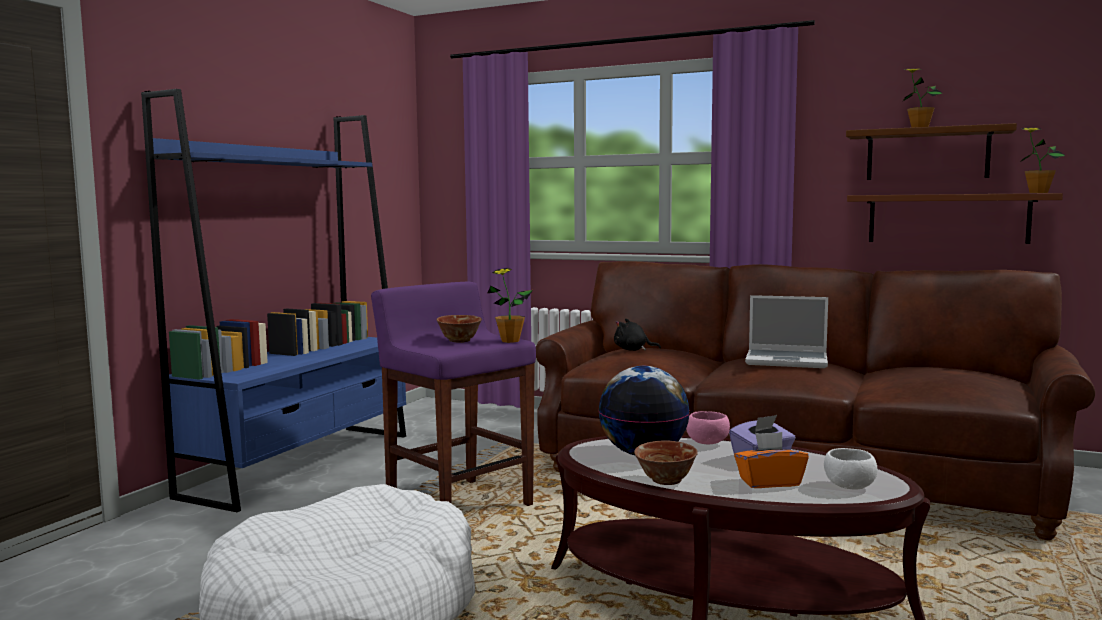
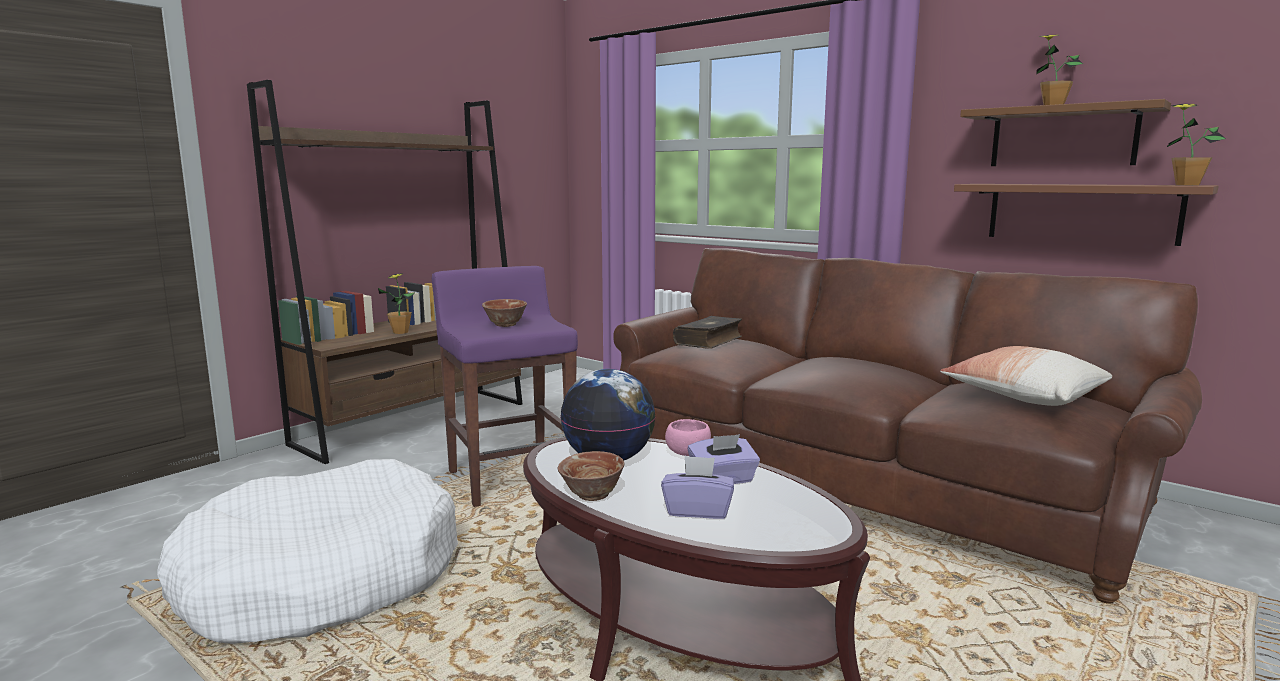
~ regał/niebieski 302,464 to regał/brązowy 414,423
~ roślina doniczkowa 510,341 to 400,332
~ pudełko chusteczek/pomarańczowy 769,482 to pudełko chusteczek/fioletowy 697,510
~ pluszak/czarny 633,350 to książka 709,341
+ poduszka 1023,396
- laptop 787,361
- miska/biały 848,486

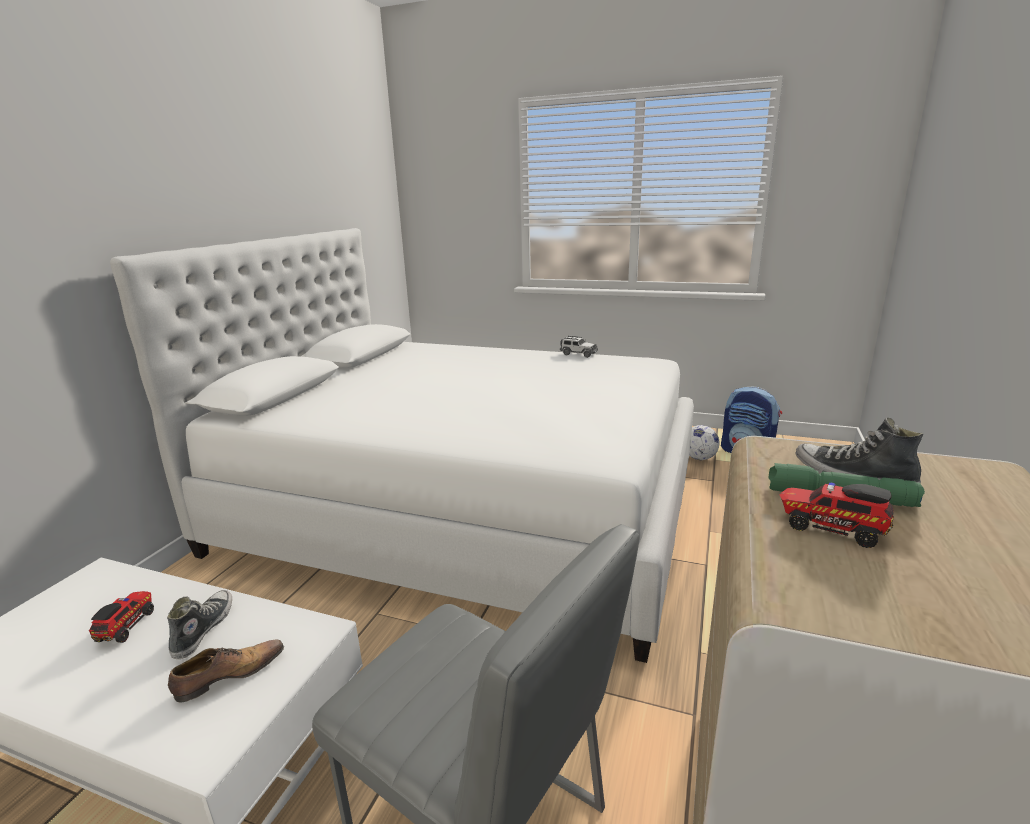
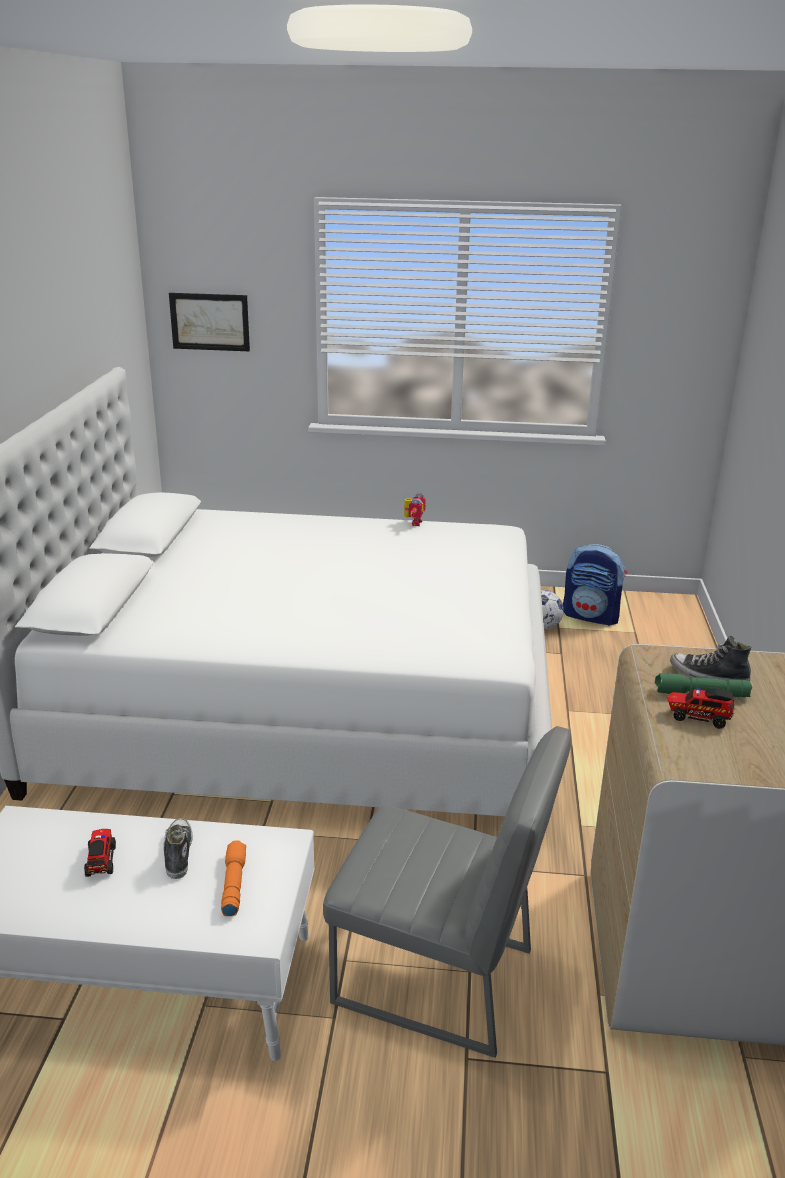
+ obraz 210,322
~ but 228,676 to latarka/pomarańczowy 233,884
~ samochodzik 578,354 to robot zabawkowy 413,523

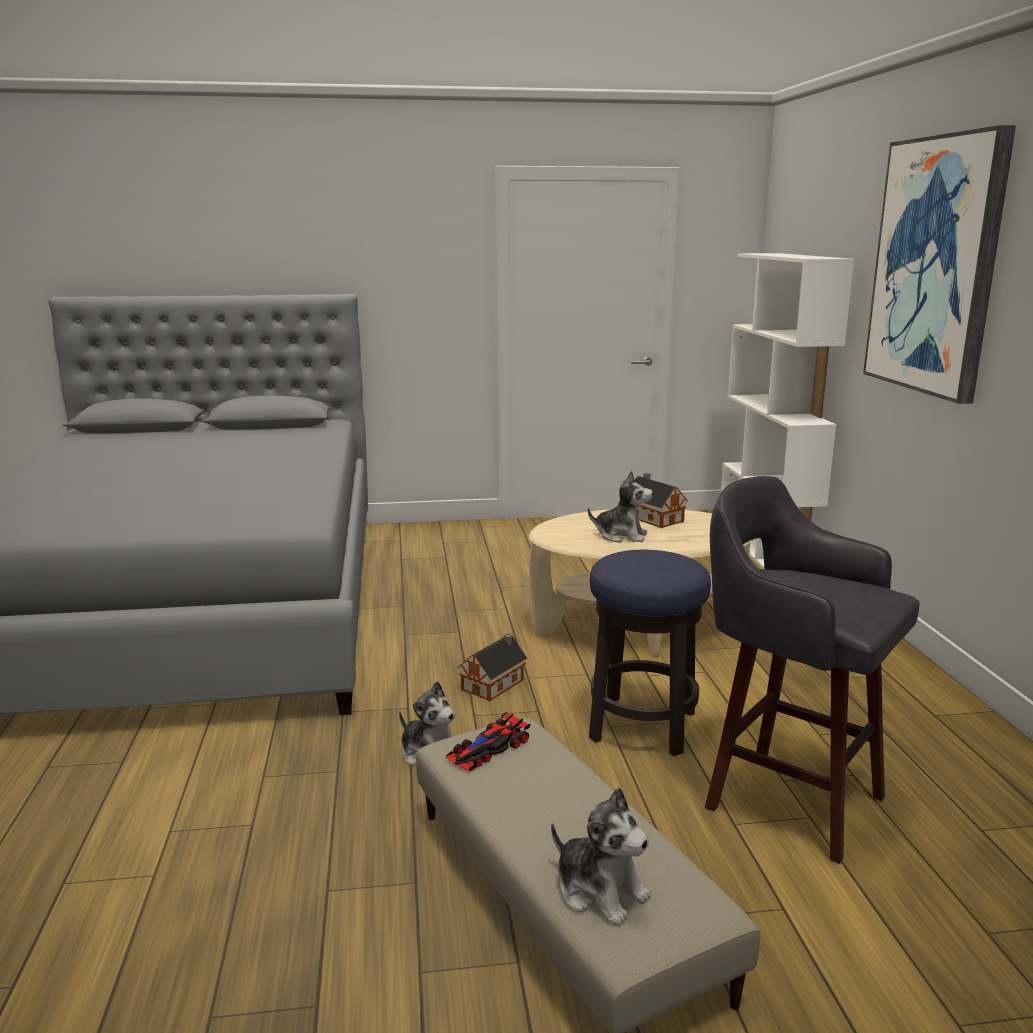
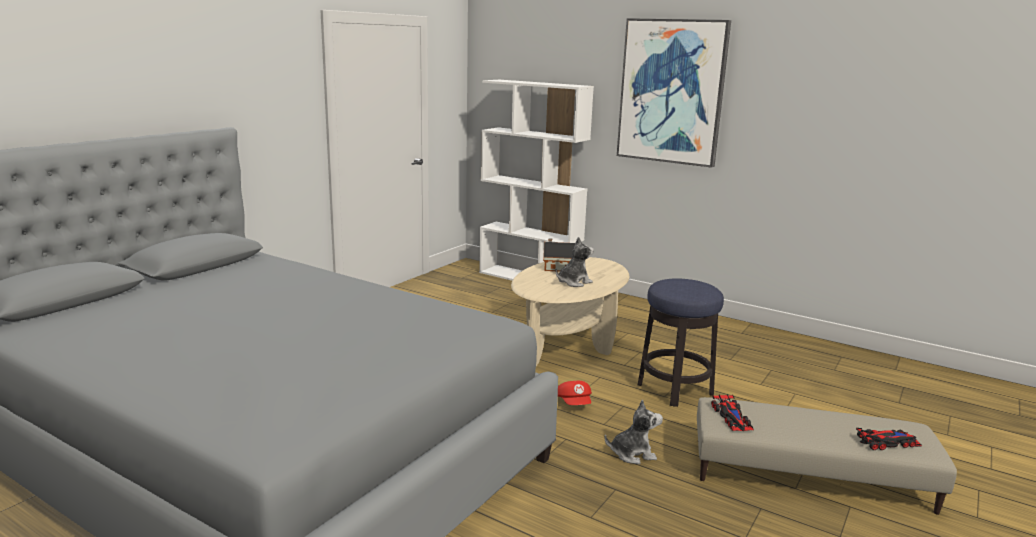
~ domek 494,684 to czapka z daszkiem/czerwony 574,403
~ pluszak 600,891 to samochodzik 887,442
- stołek/szary 787,799

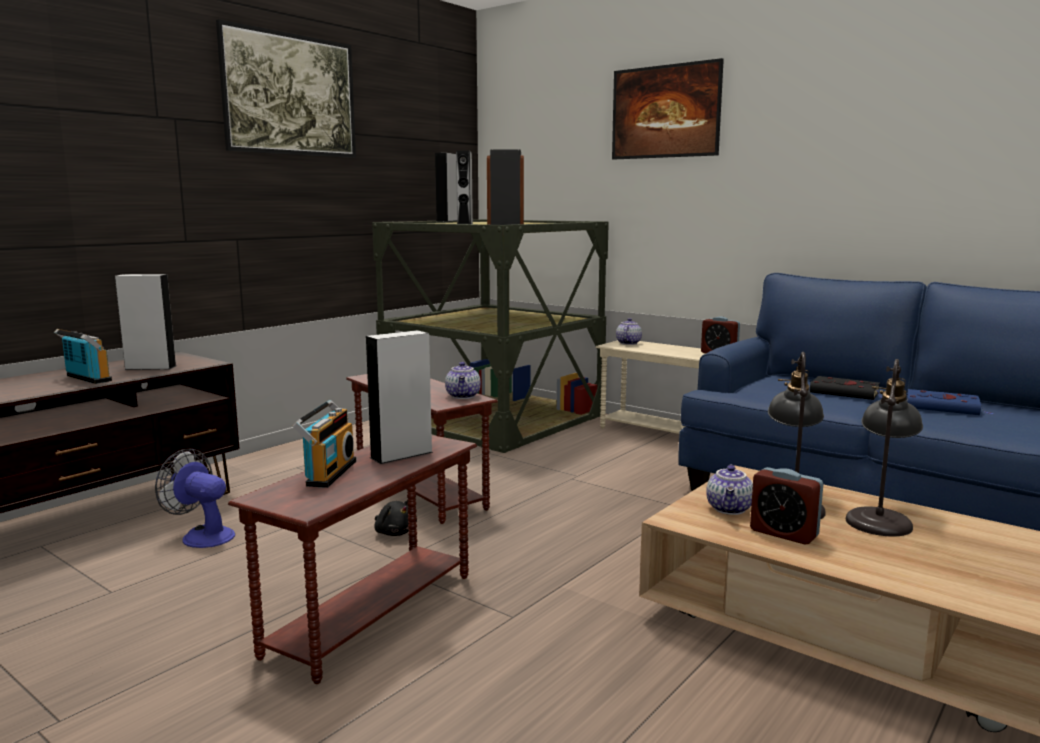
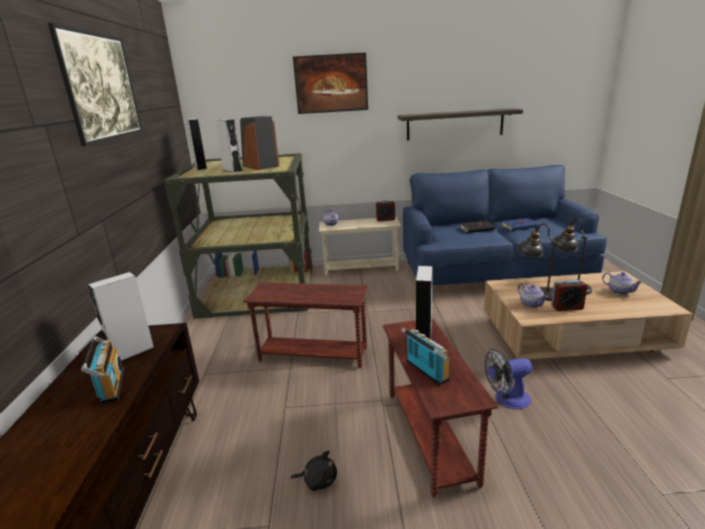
~ radio 85,379 = 110,386 75 degrees clockwise
~ pluszak/czarny 395,532 to 318,480
+ półka 455,124
~ wentylator 202,535 to 507,399
~ imbryk 464,396 to 620,291

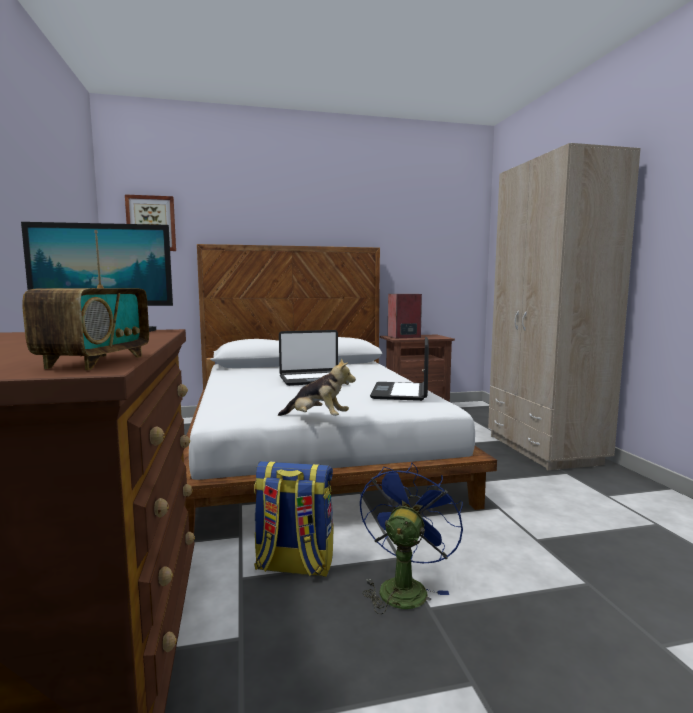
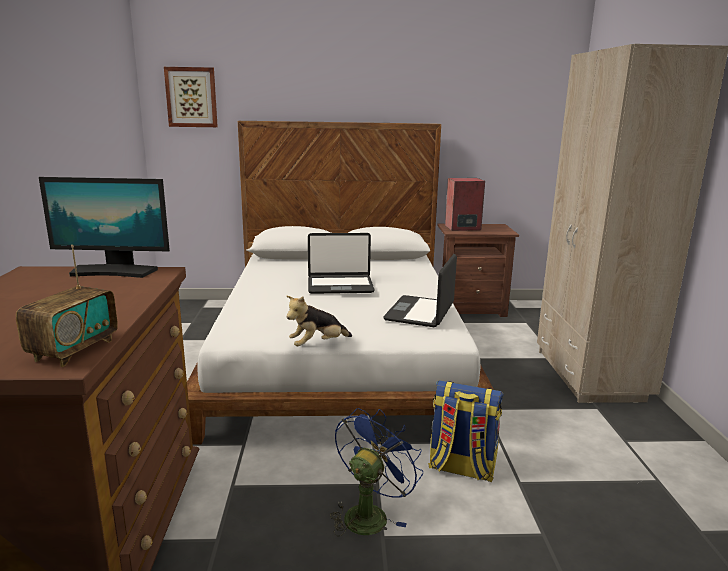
~ pluszak 317,418 = 317,345 120 degrees clockwise
~ plecak 294,565 to 461,468

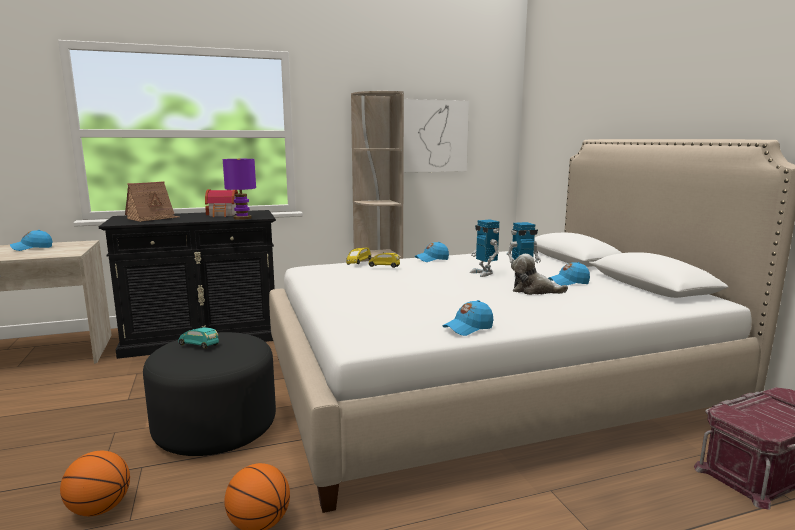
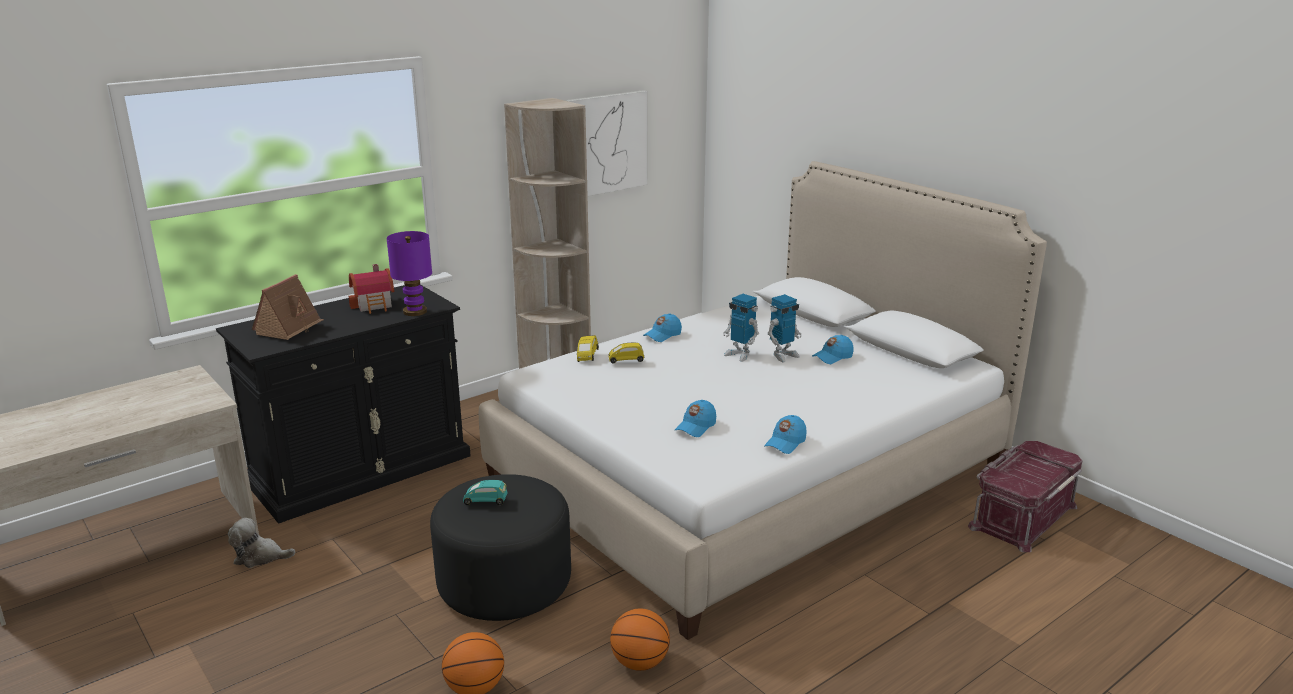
~ pluszak 534,291 to 260,557
~ czapka z daszkiem/niebieski 32,248 to 695,427

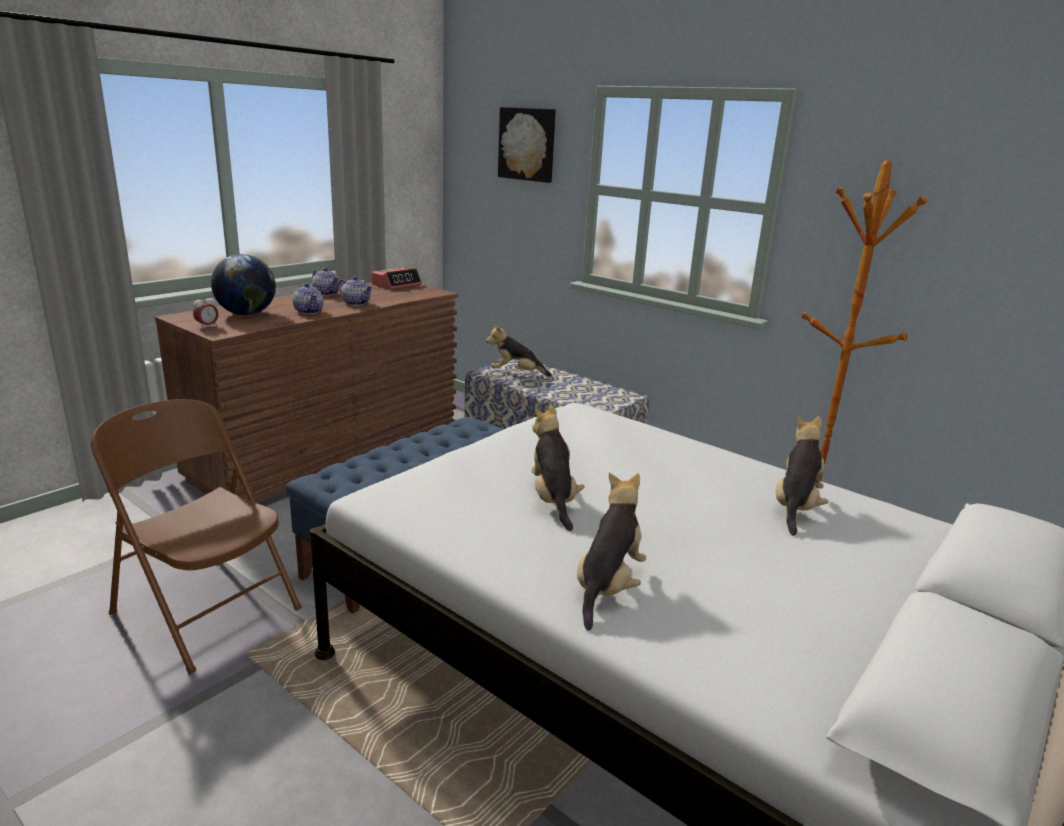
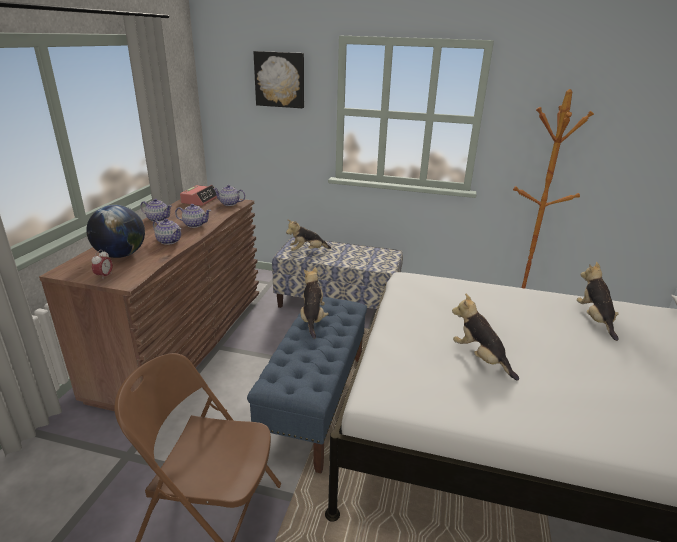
+ imbryk 230,204
~ pluszak 608,587 to 312,319

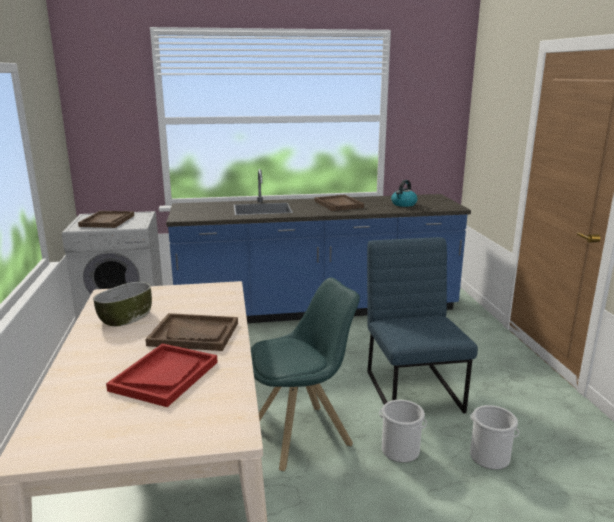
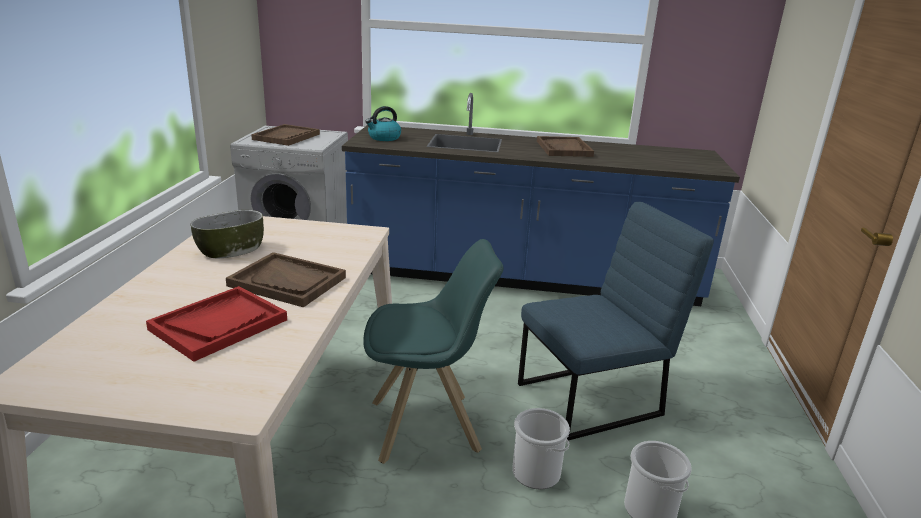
~ czajnik 403,204 to 384,138
~ krzesło/niebieski 413,389 = 593,399 60 degrees clockwise

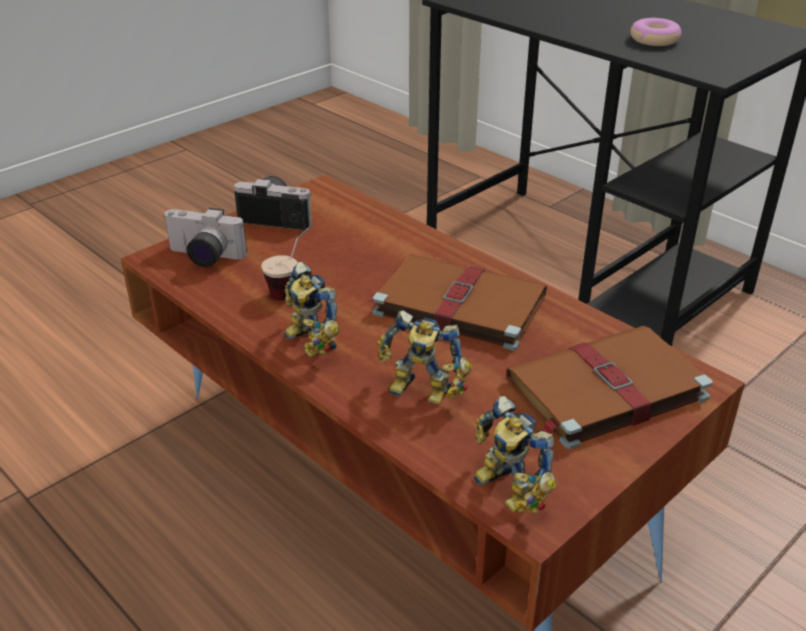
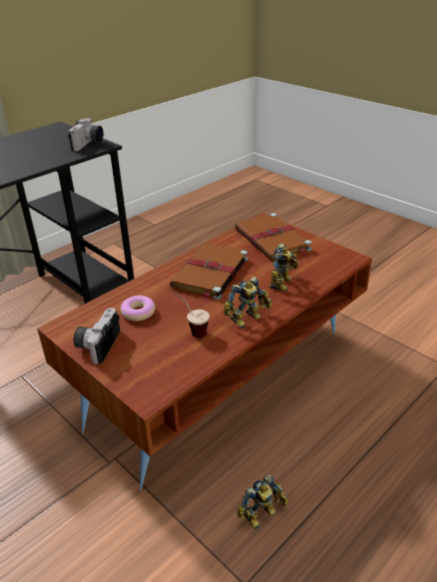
~ aparat fotograficzny 203,257 to 89,144
~ donut 654,40 to 138,312
~ robot zabawkowy 505,491 to 262,515

